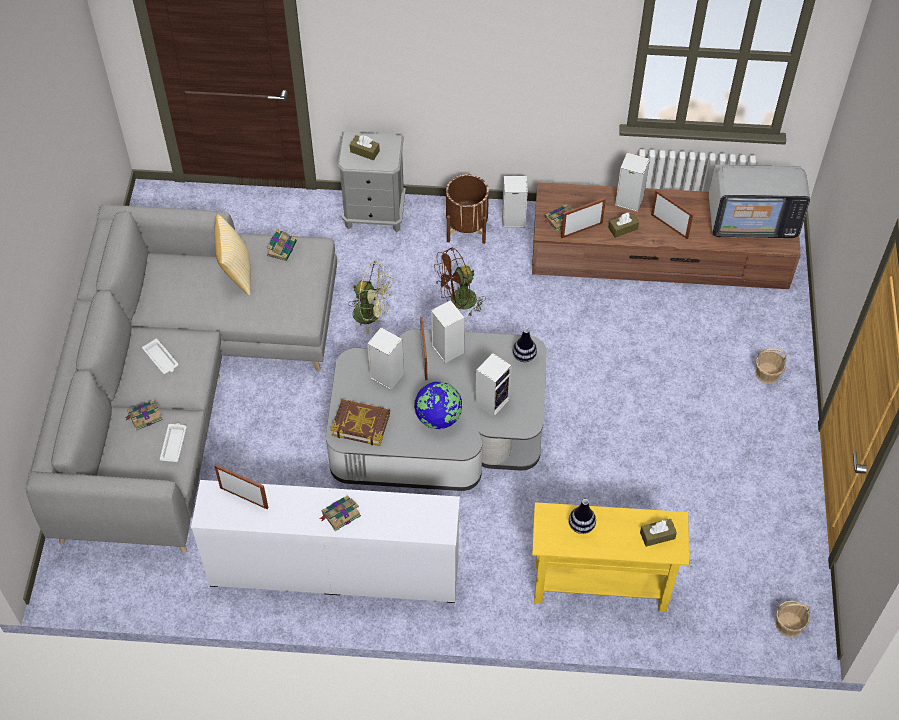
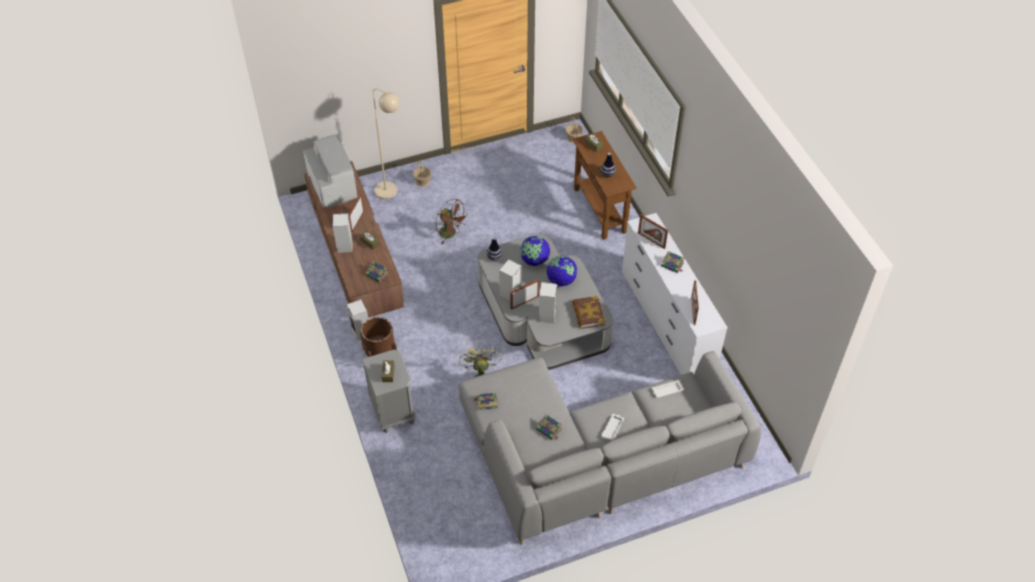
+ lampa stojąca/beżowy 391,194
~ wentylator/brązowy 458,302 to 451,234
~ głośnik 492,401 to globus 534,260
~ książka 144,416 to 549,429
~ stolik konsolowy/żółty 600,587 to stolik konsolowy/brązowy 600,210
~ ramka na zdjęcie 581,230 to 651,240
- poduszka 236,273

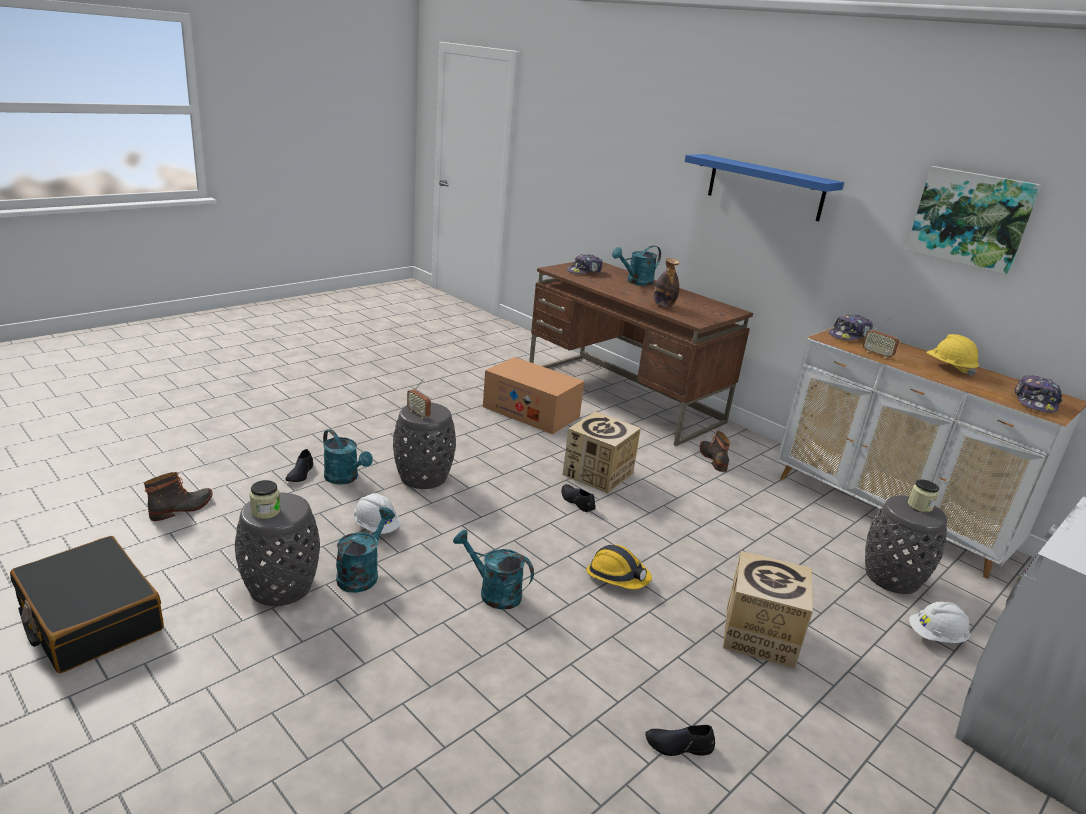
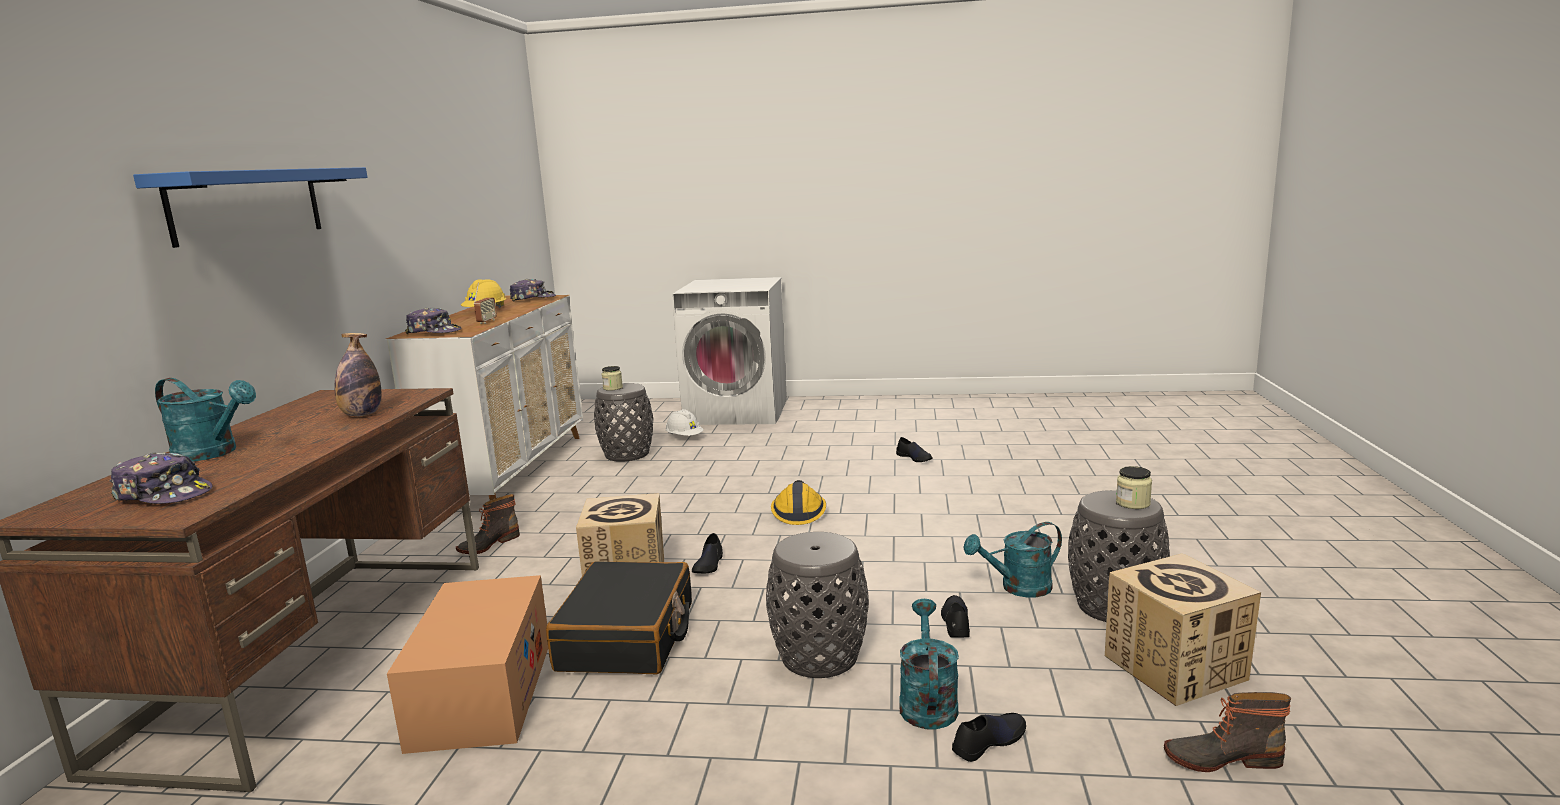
~ walizka/czarny 90,618 to 627,637
~ kask/biały 376,527 to but/czarny 956,622
~ karton 759,635 to 1175,668
- radio 418,414
- konewka/turkusowy 493,592
- obraz 970,218

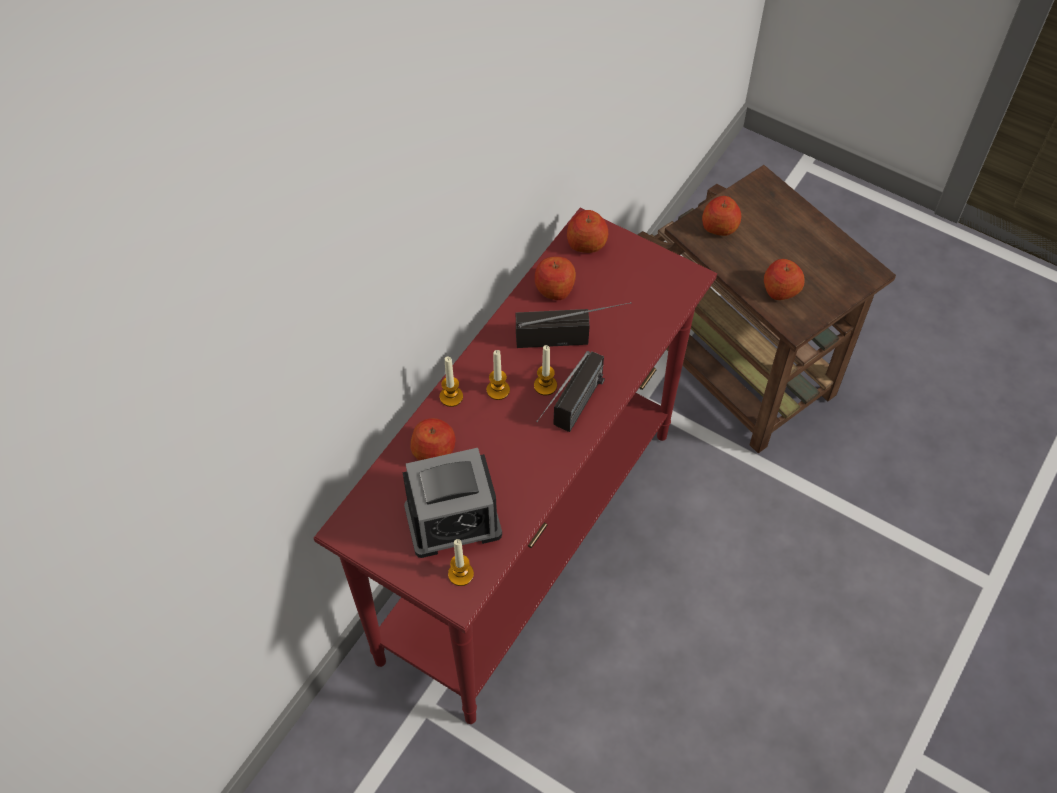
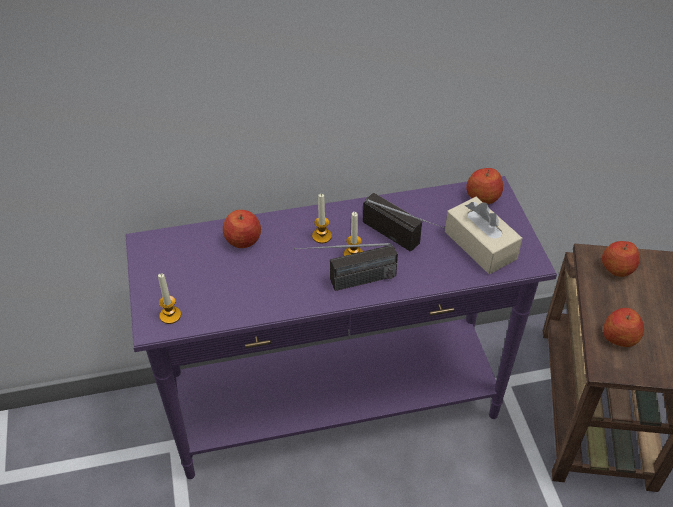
~ stolik konsolowy/czerwony 527,540 to stolik konsolowy/fioletowy 338,405
+ pudełko chusteczek/beżowy 480,245
- budzik 453,521
- świeca 451,397
- jabłko 554,288

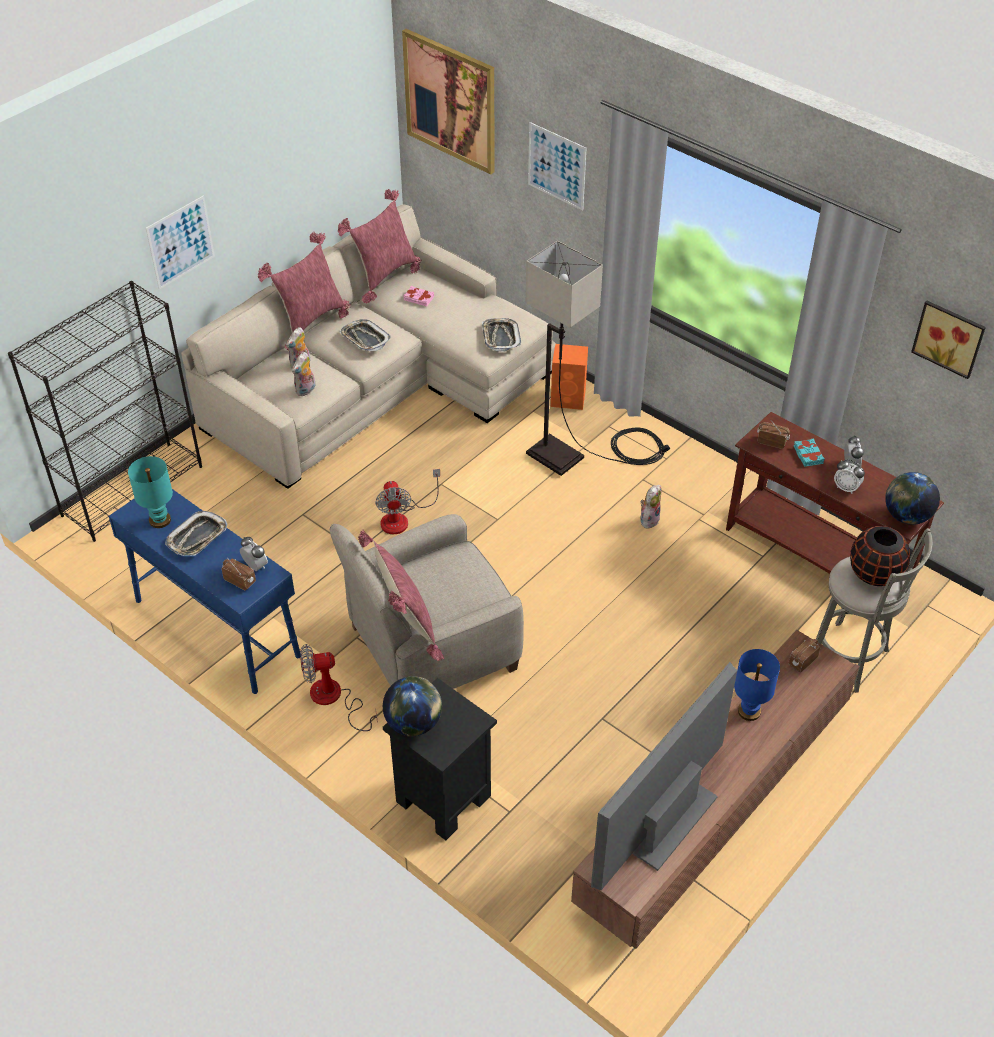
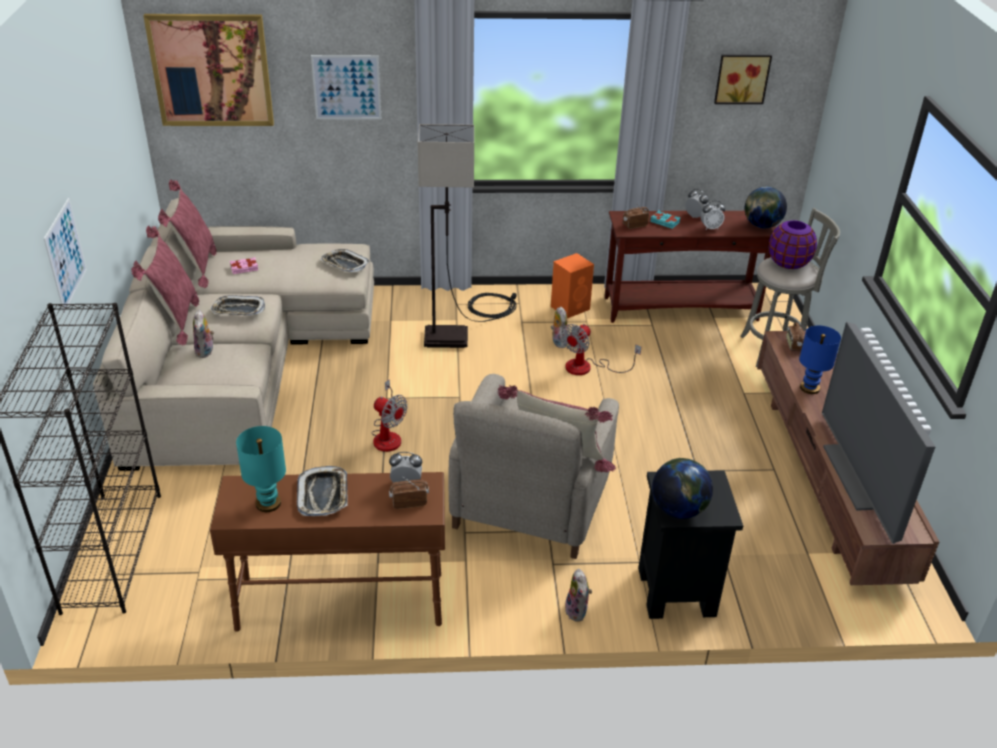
~ stolik konsolowy/niebieski 218,627 to stolik konsolowy/brązowy 340,601
~ głośnik/pomarańczowy 569,398 to 571,307
~ wentylator 334,699 to 587,367
~ pluszak 306,390 to 578,612
~ wazon/czarny 874,574 to wazon/fioletowy 788,263

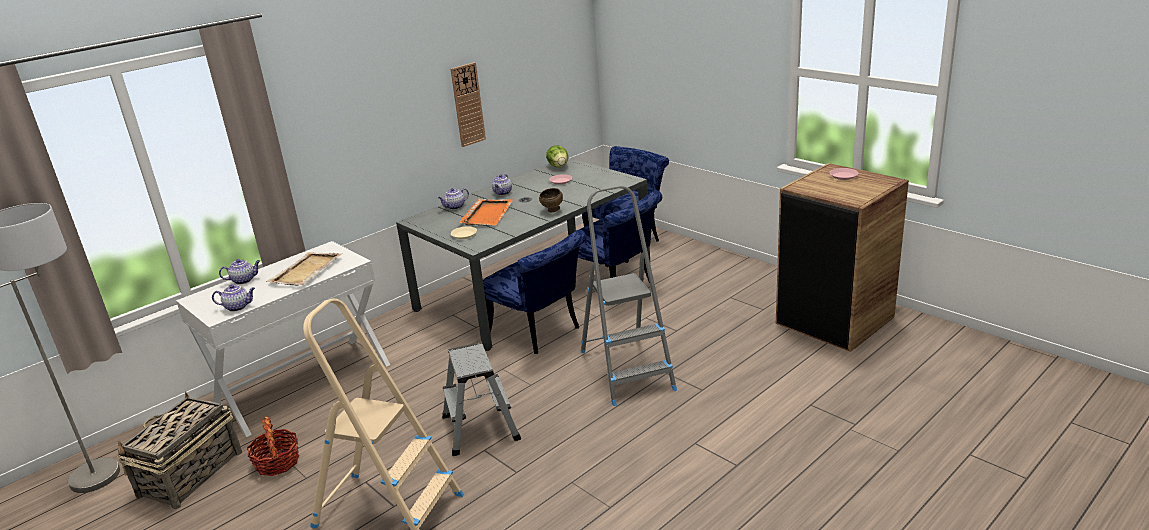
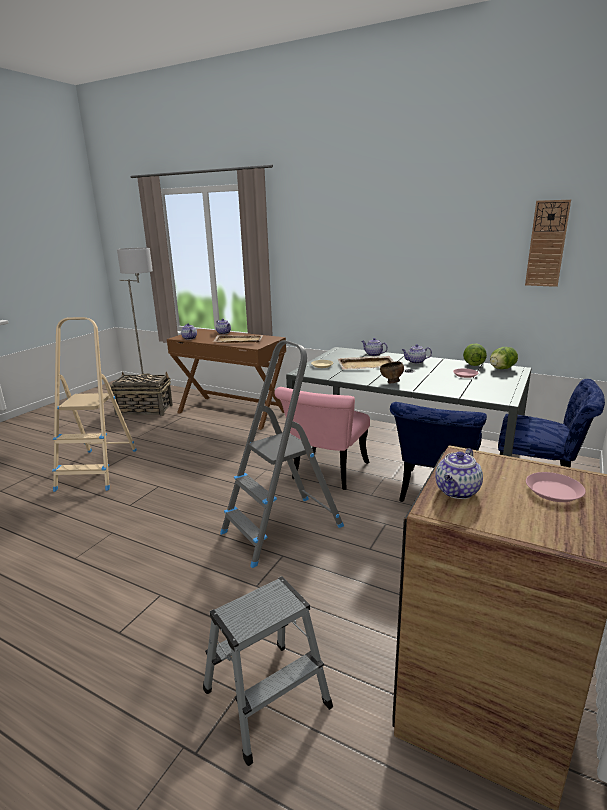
~ stolik konsolowy/biały 303,384 to stolik konsolowy/brązowy 232,412
~ drabinka/szary 480,428 to 265,697
~ krzesło/niebieski 539,333 to krzesło/różowy 326,473
~ taca/pomarańczowy 487,214 to taca/beżowy 367,365
+ imbryk 457,492
+ sałata 473,364
~ zegar ścienny 467,104 to 547,244
- koszyk 277,462

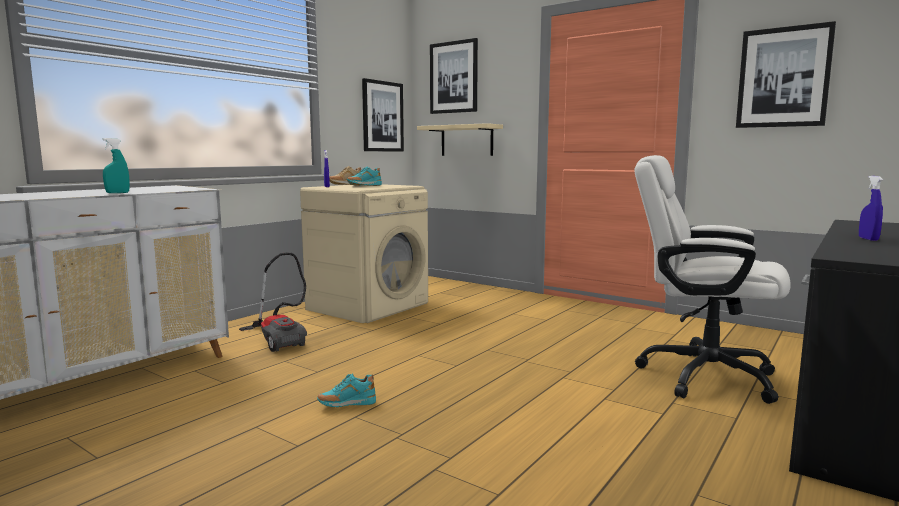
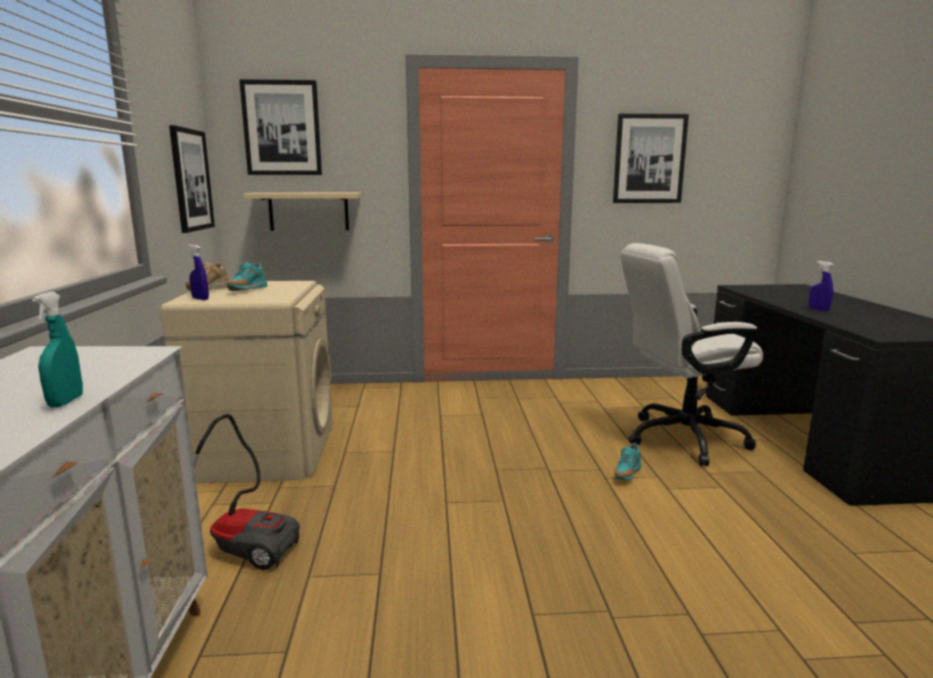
~ but/turkusowy 347,405 to 626,475

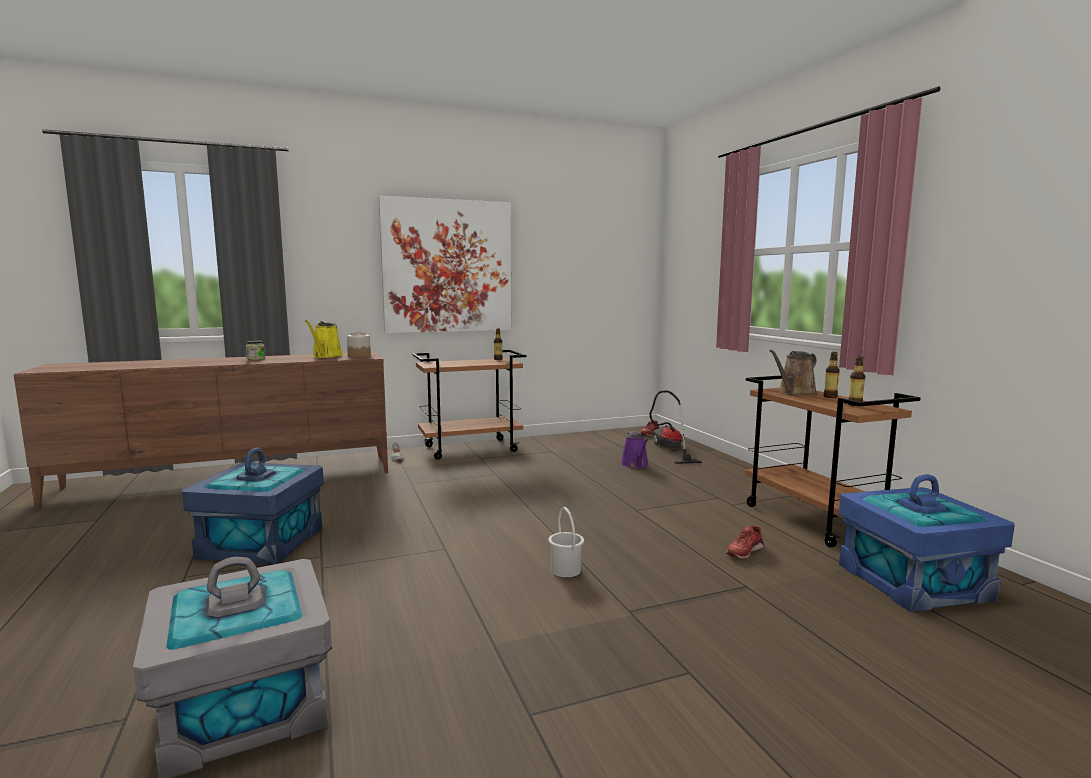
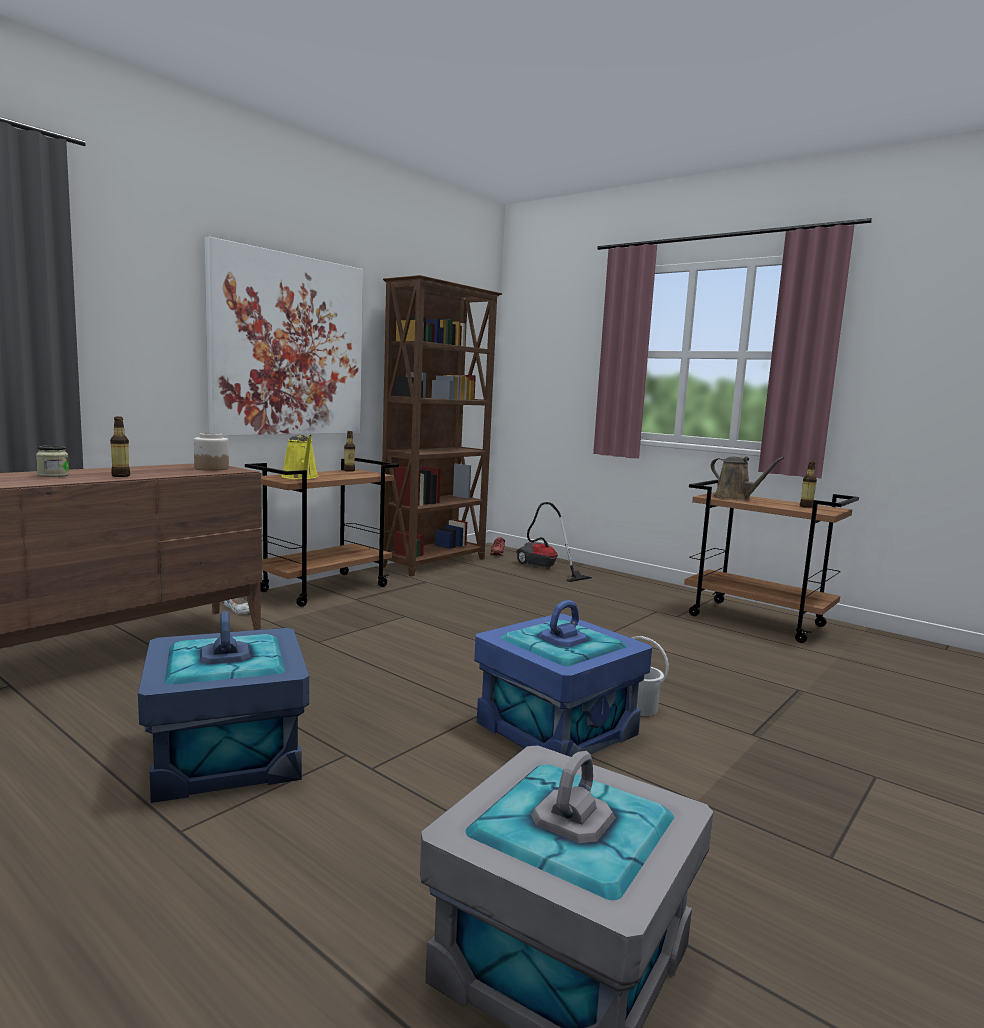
~ butelka 830,397 to 121,476
~ konewka/żółty 326,356 to 301,477
+ regał/brązowy 435,563
~ pojemnik do przechowywania/niebieski 913,581 to 556,728
~ konewka/brązowy 795,393 = 735,498 60 degrees counterclockwise
- konewka/fioletowy 635,465
- but/czerwony 744,551

